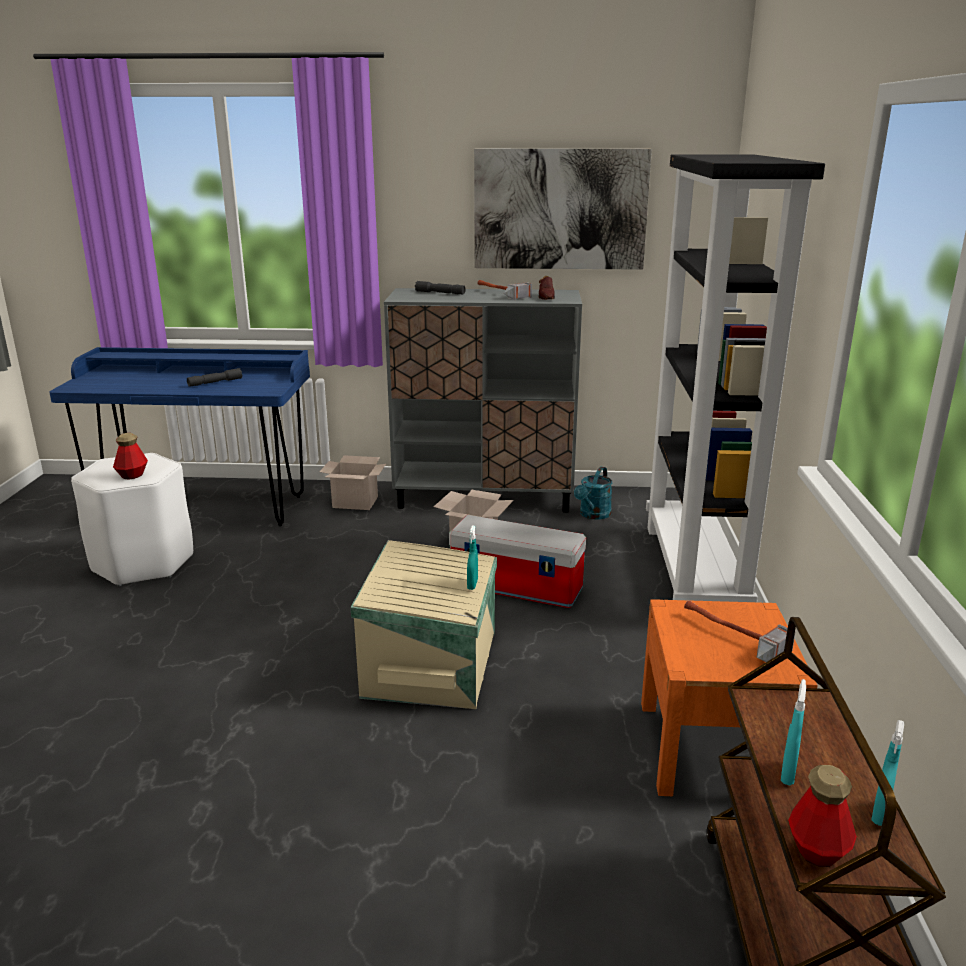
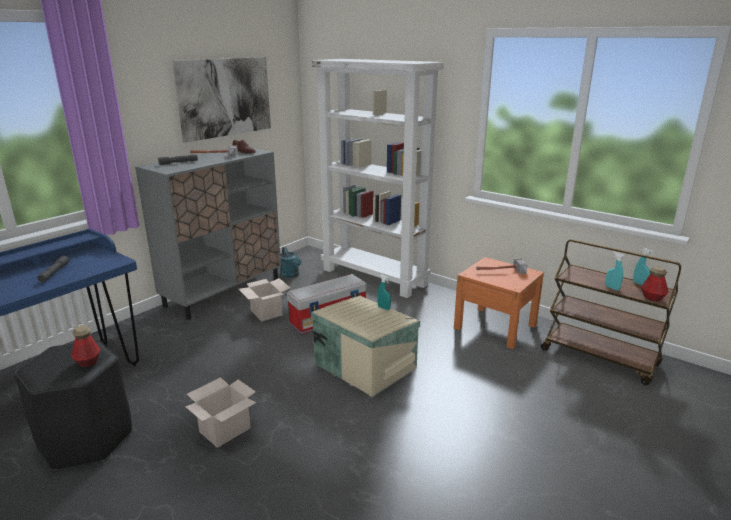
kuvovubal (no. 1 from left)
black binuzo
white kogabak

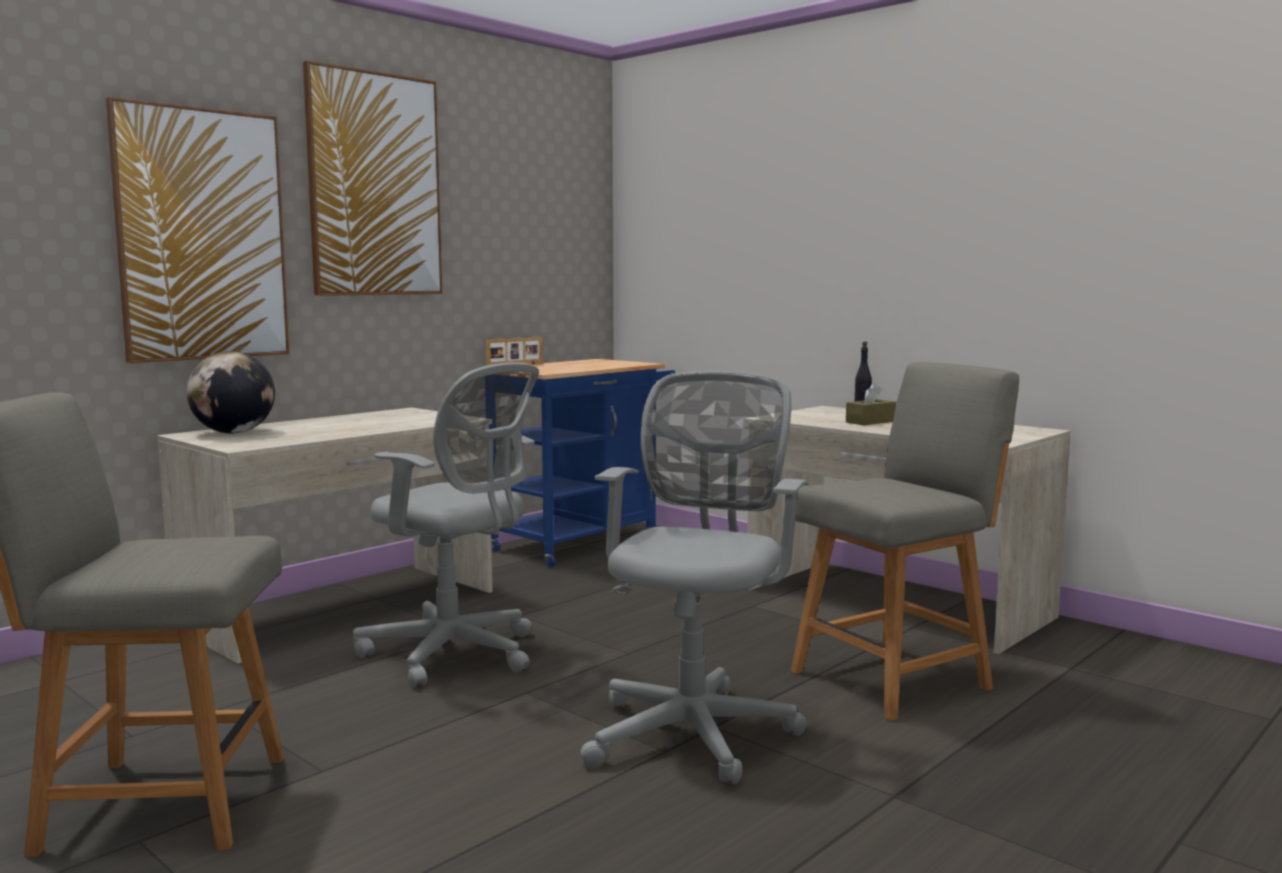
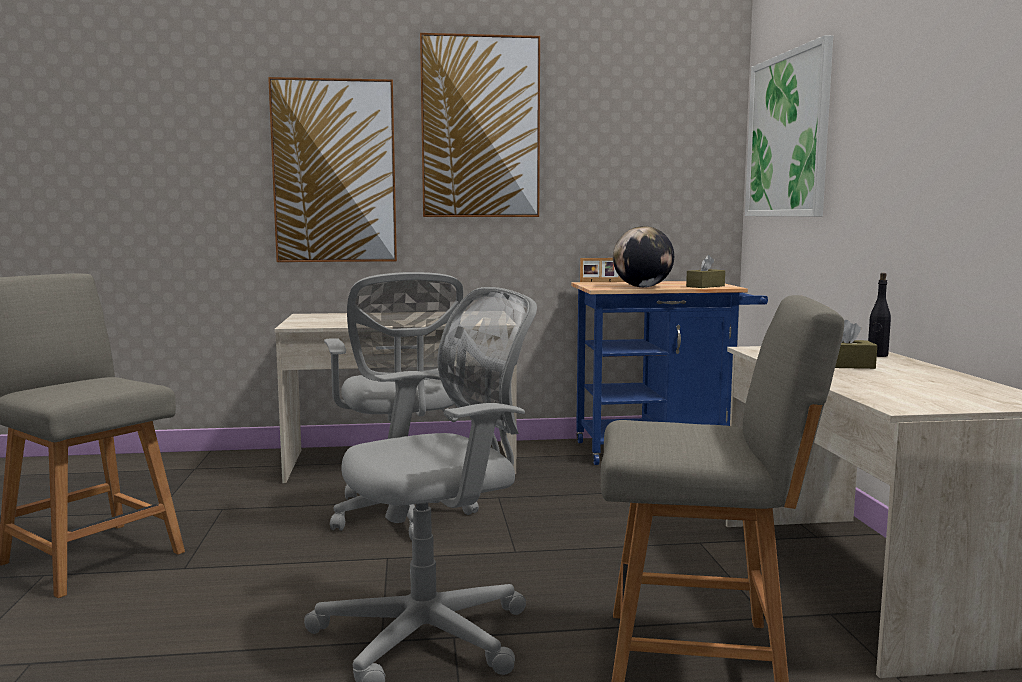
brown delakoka (no. 1 from left)
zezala (no. 3 from left)
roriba

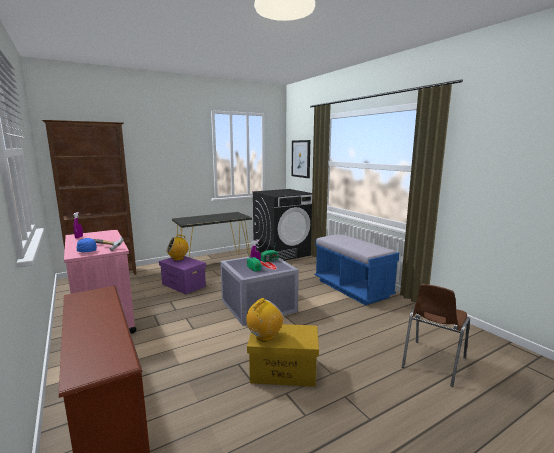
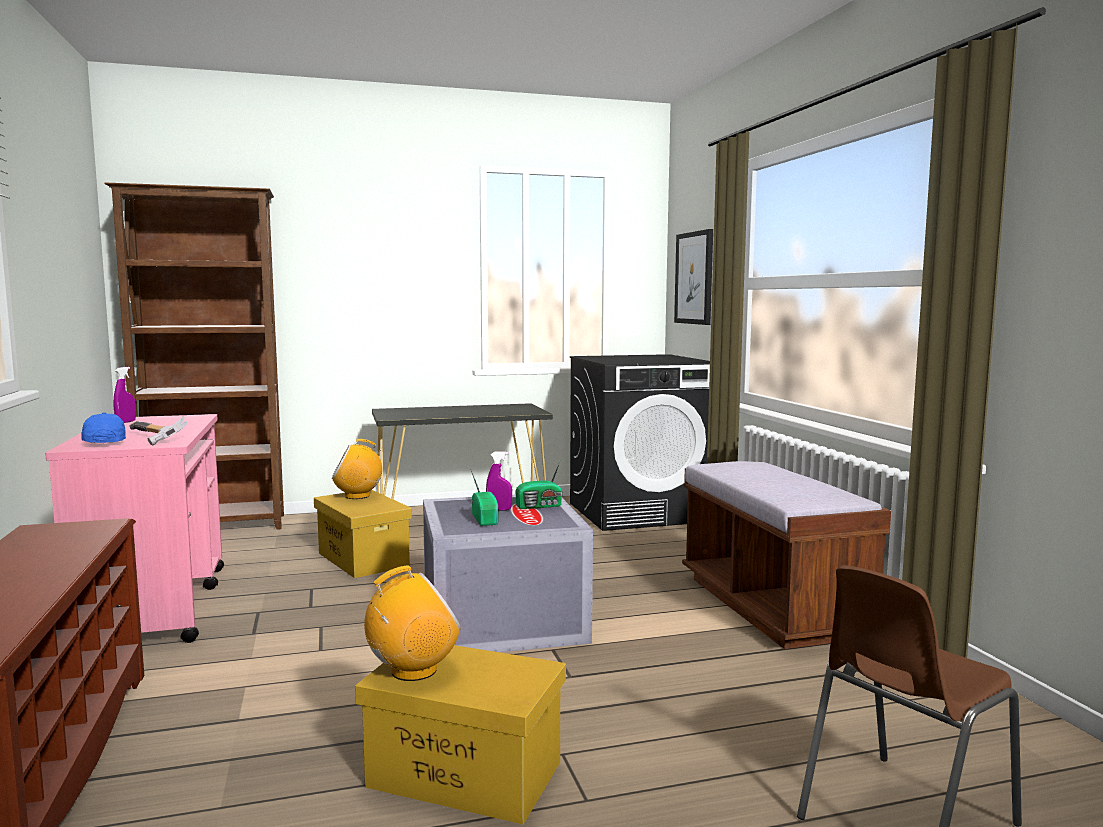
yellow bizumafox (no. 1 from left)
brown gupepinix

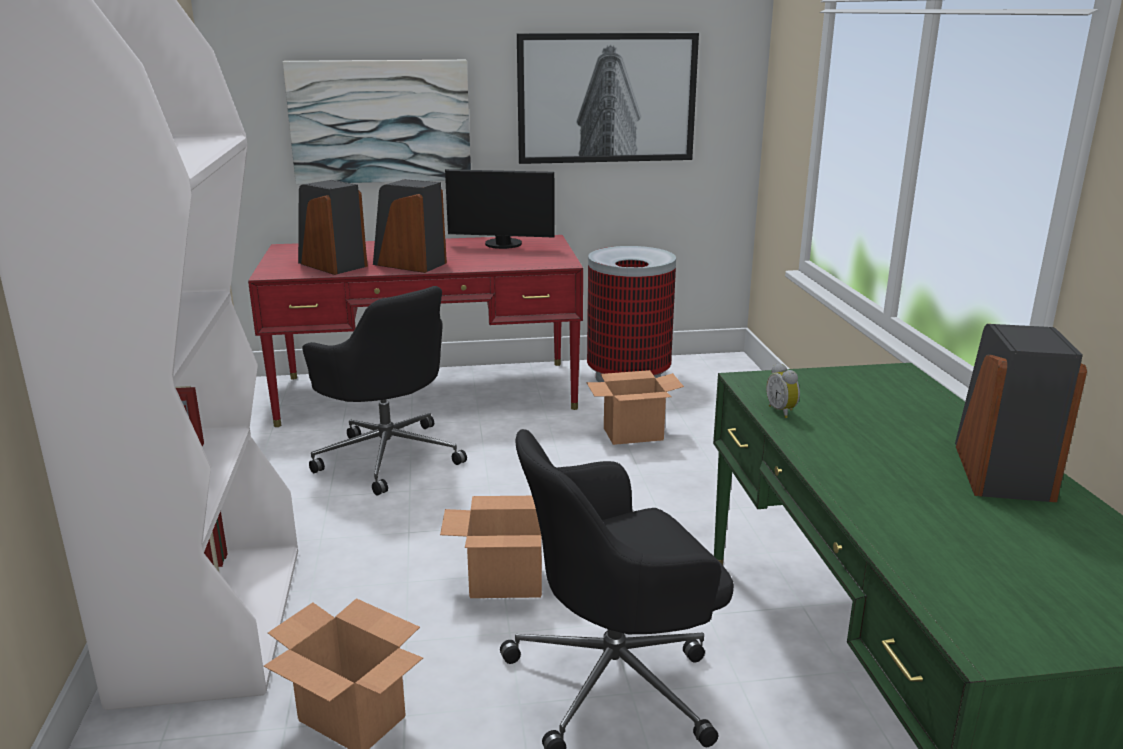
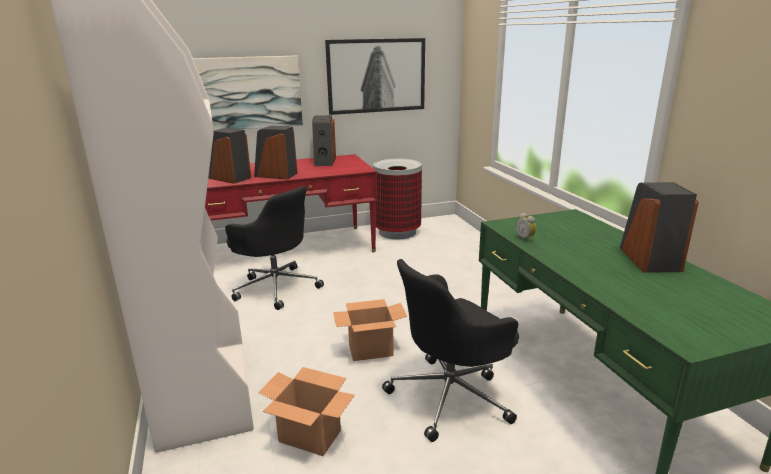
kuvovubal (no. 3 from left in the first image)
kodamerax (no. 3 from left)

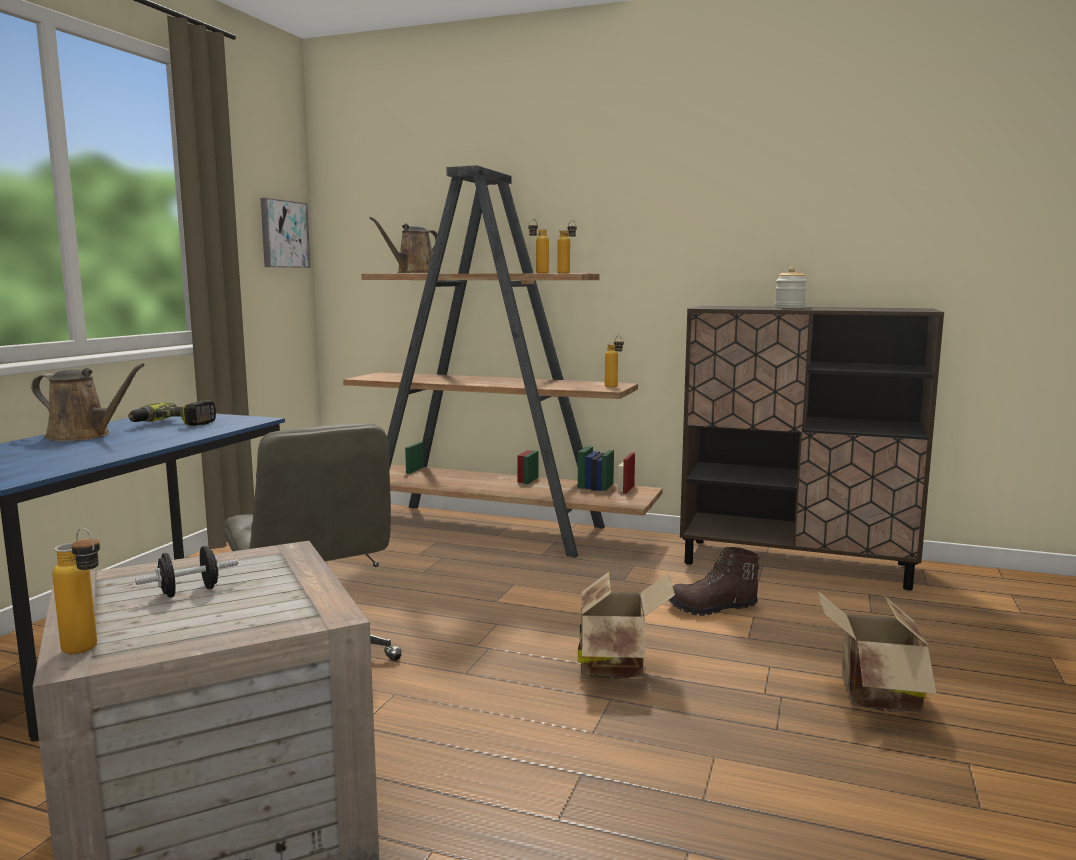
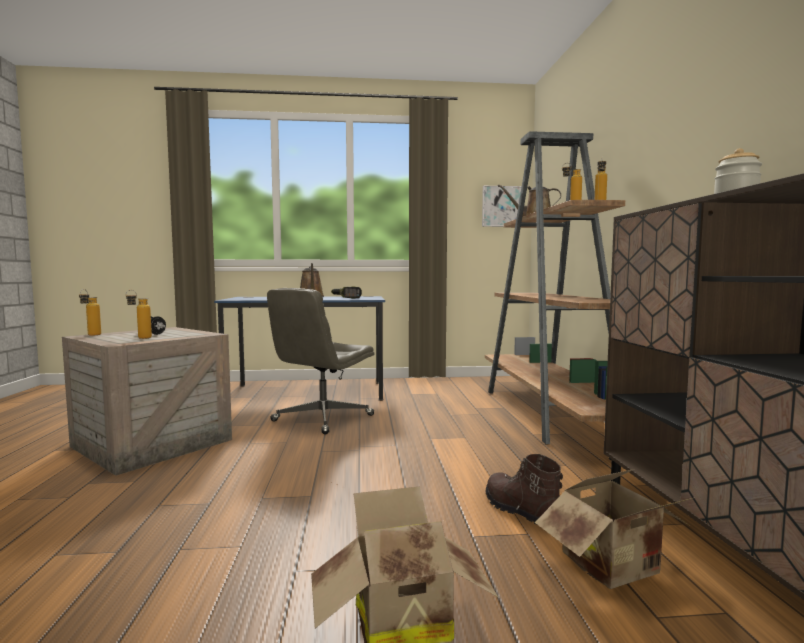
kuvovubal (no. 2 from left)
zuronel (no. 2 from left)

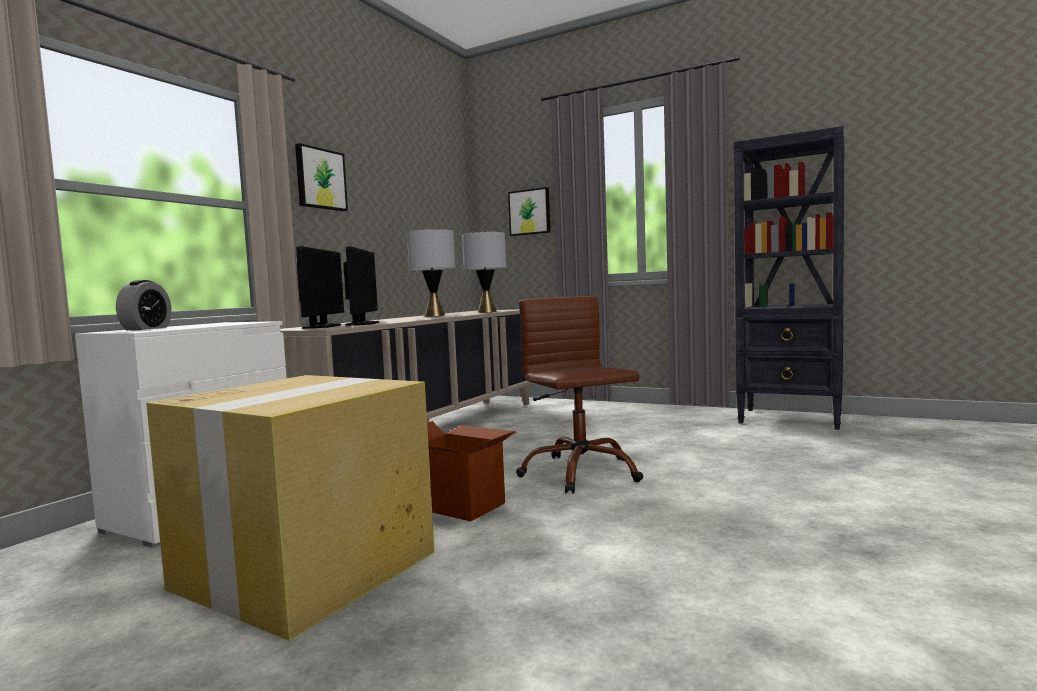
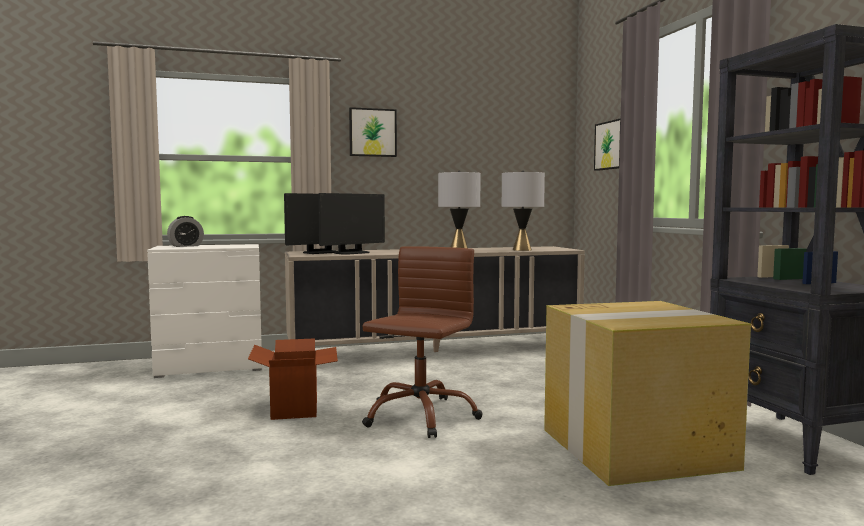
kuvovubal (no. 2 from left)

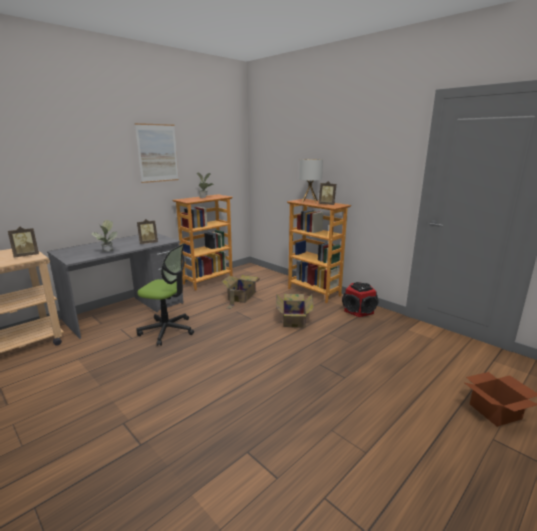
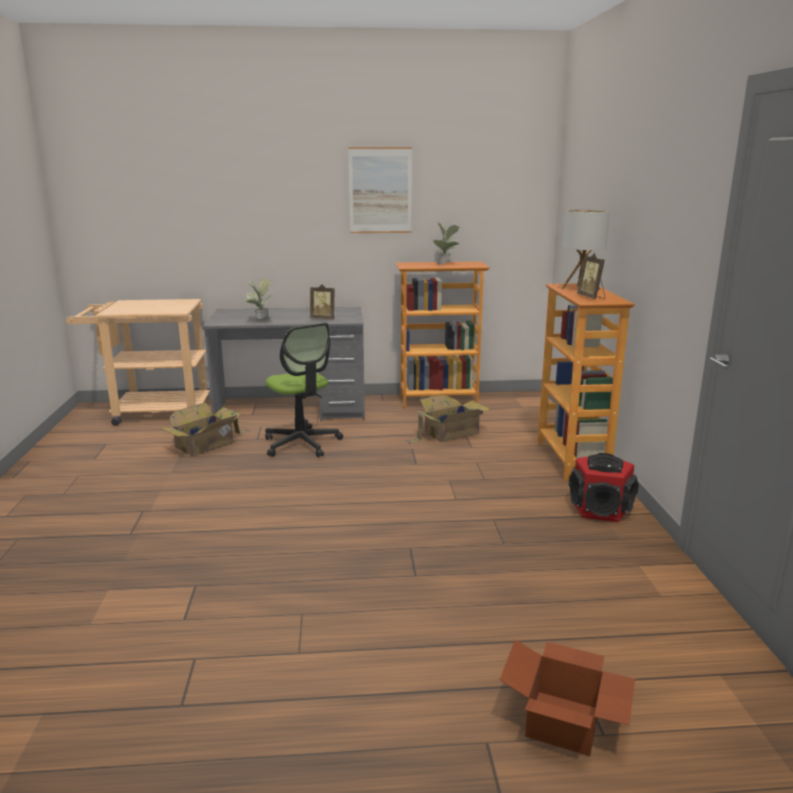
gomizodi (no. 1 from left in the first image)
kuvovubal (no. 1 from left)

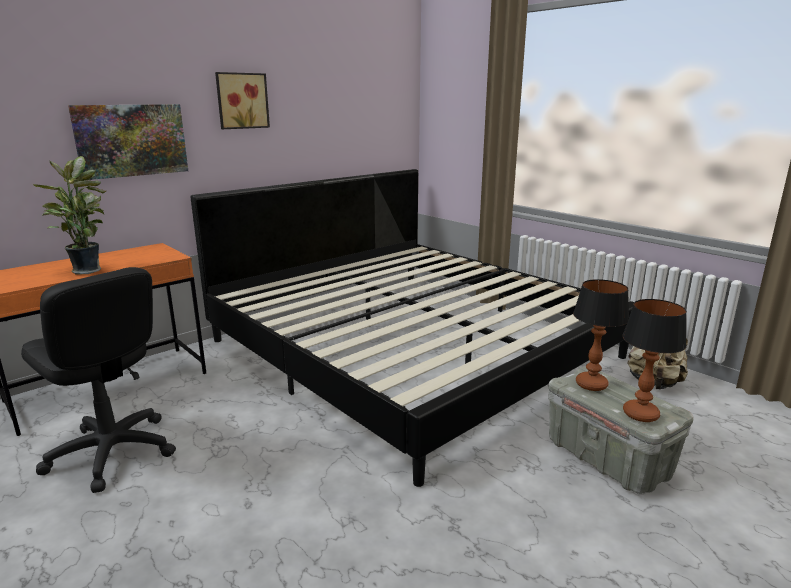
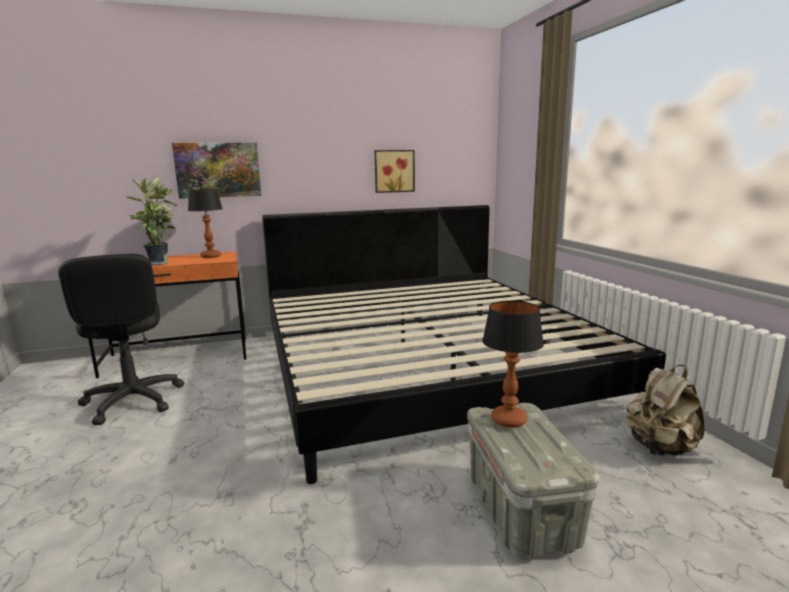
zezala (no. 2 from left)
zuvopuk (no. 1 from left)

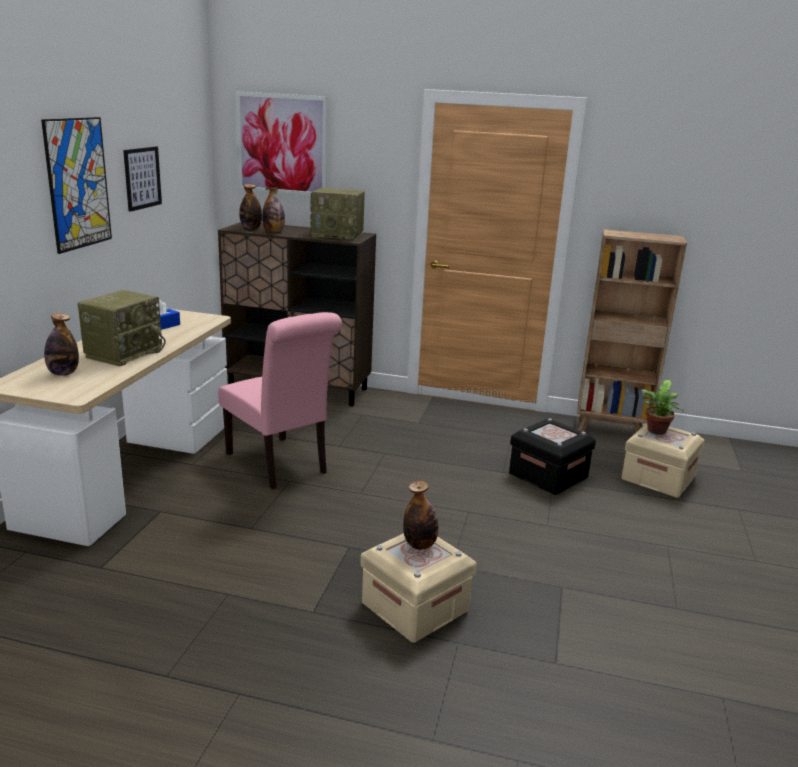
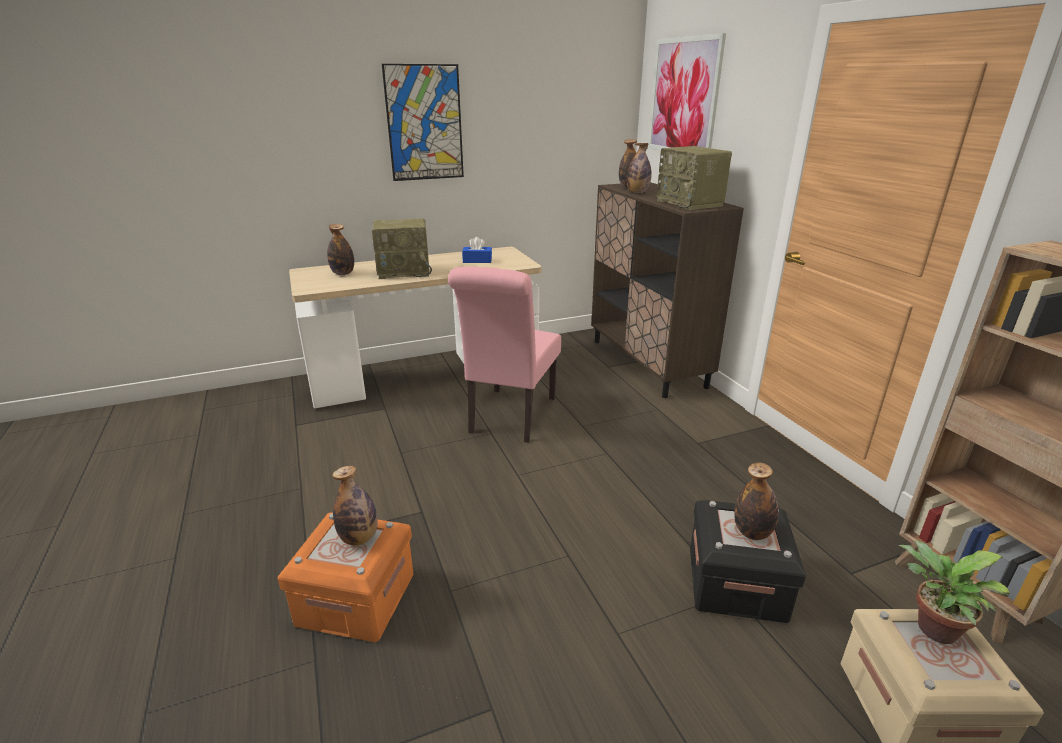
zezala (no. 2 from left in the first image)
zuronel (no. 5 from left)
orange bizumafox

